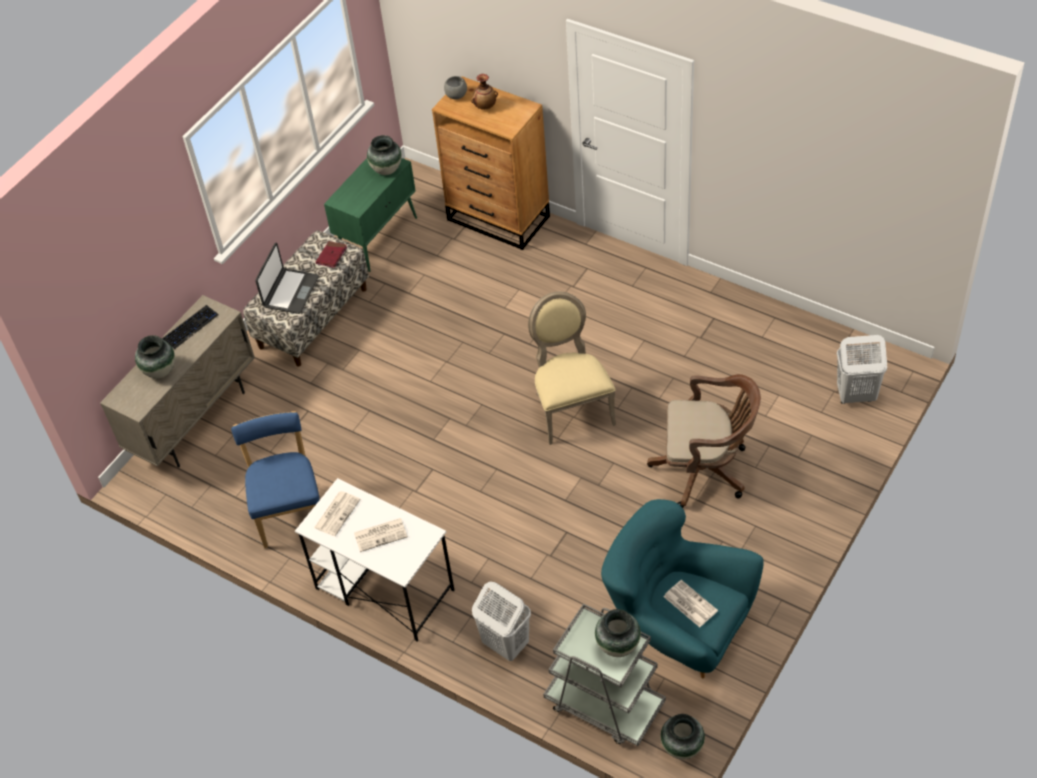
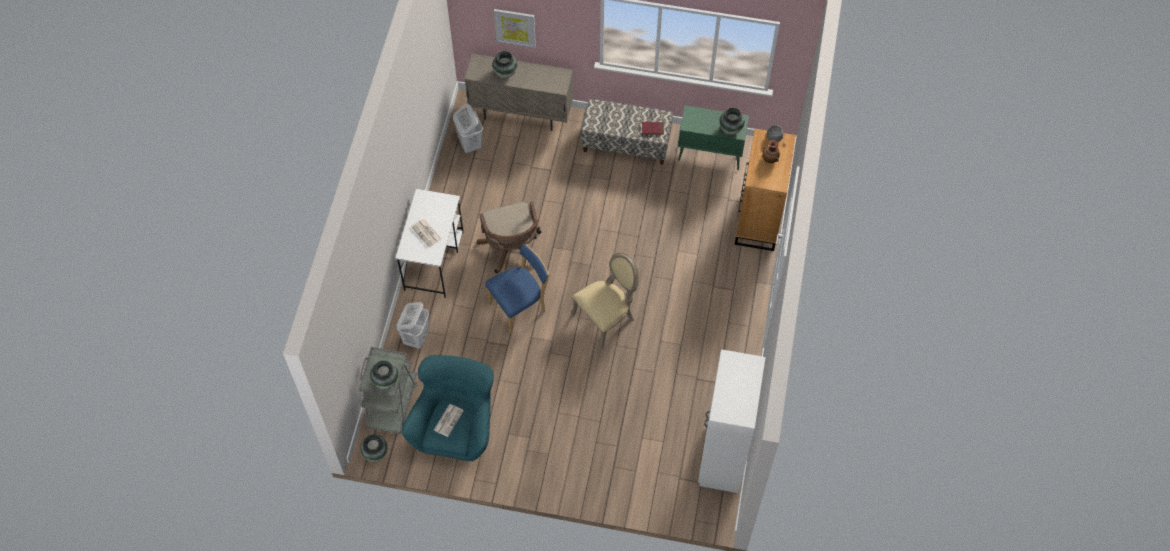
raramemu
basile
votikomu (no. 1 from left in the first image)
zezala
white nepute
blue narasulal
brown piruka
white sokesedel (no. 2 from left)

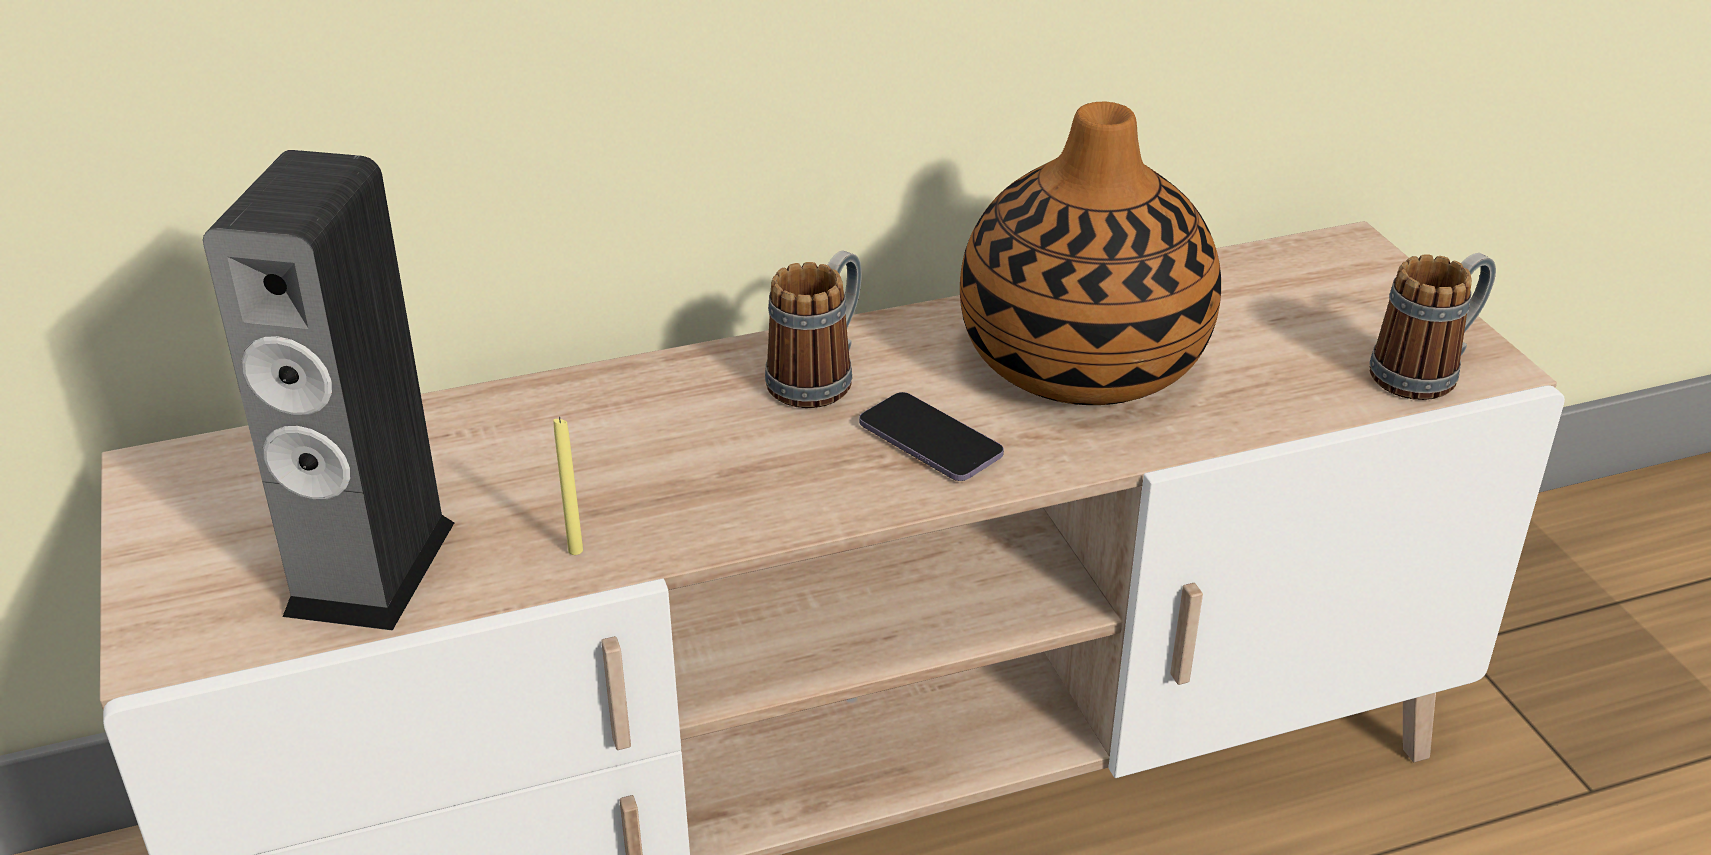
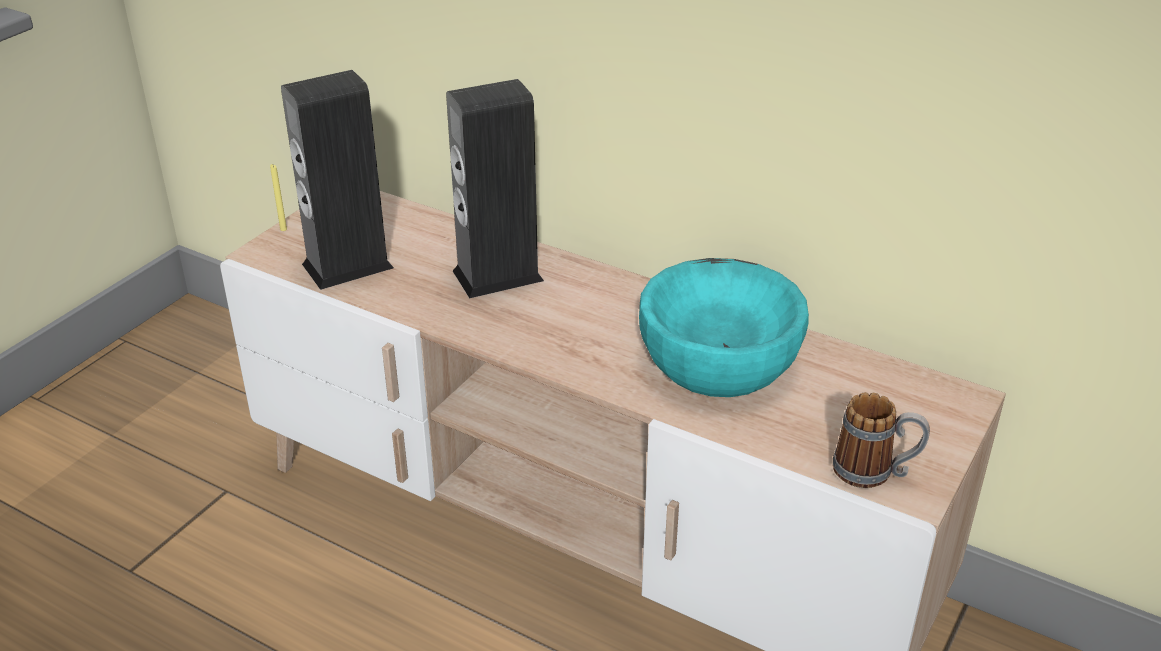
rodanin (no. 1 from left in the first image)
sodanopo
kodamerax (no. 2 from left)
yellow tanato
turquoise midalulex

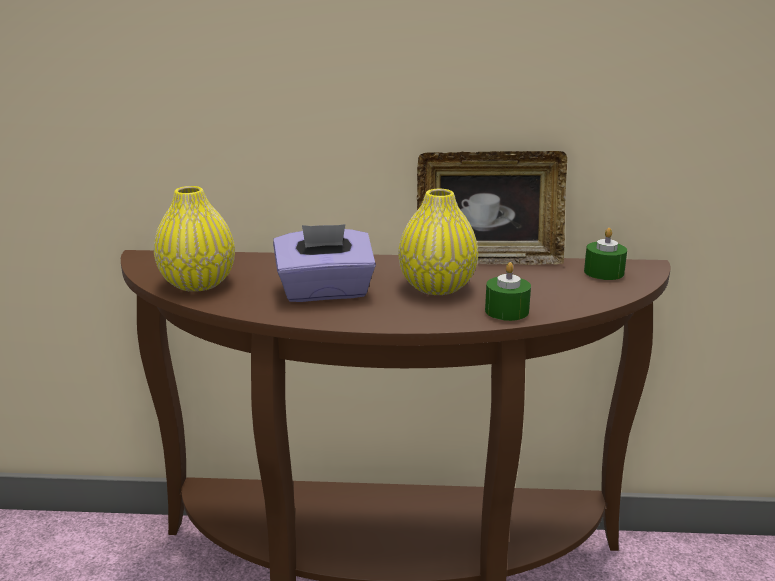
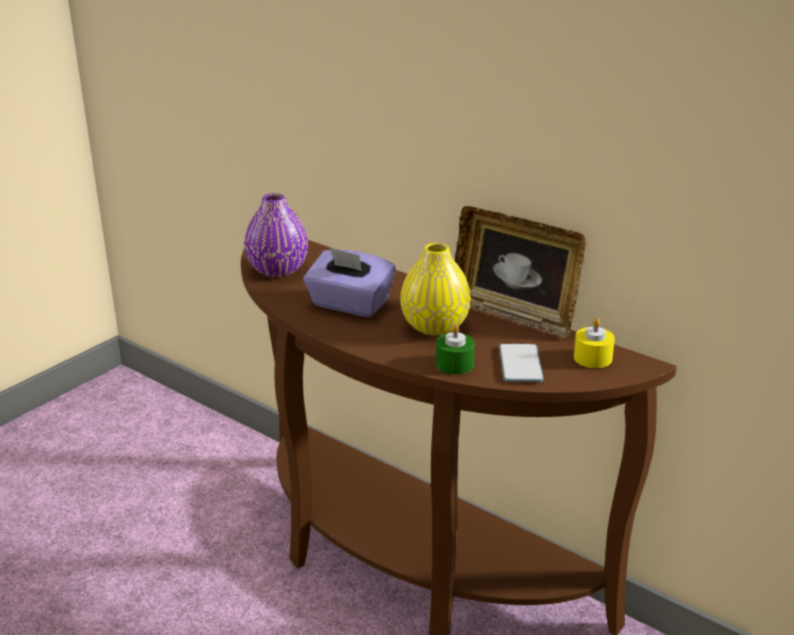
sodanopo
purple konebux
yellow tanato

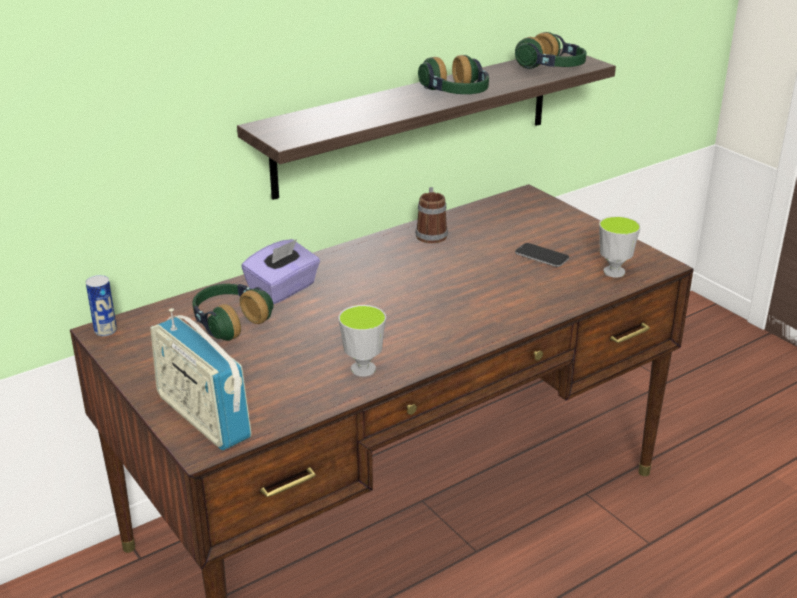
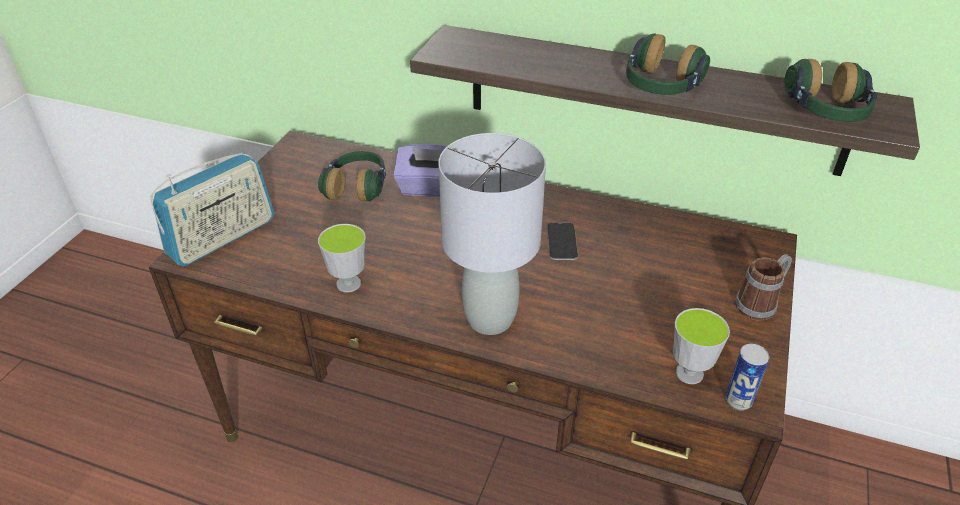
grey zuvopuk
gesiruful
rodanin
sodanopo
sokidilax

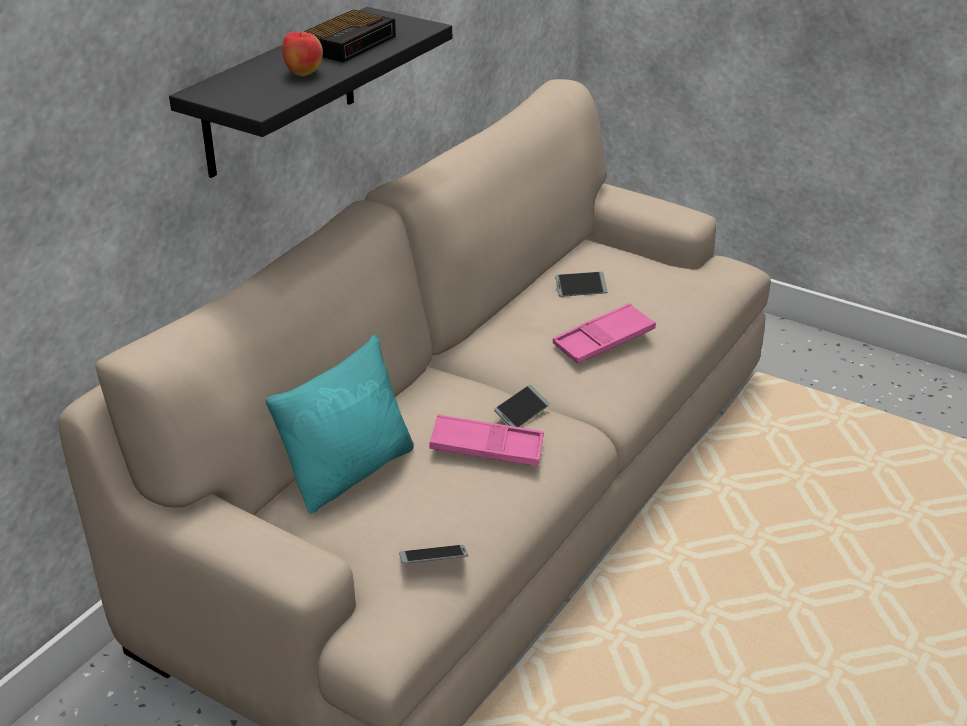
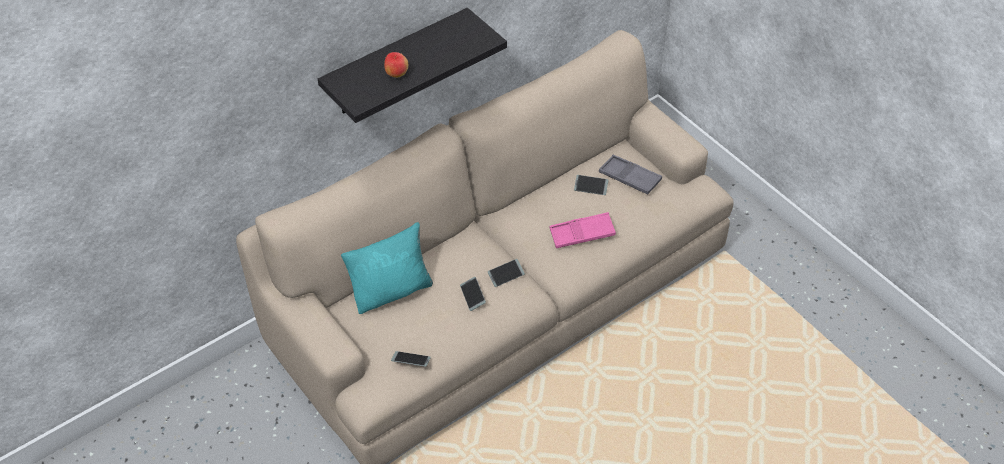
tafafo
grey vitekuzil
sodanopo (no. 2 from left)

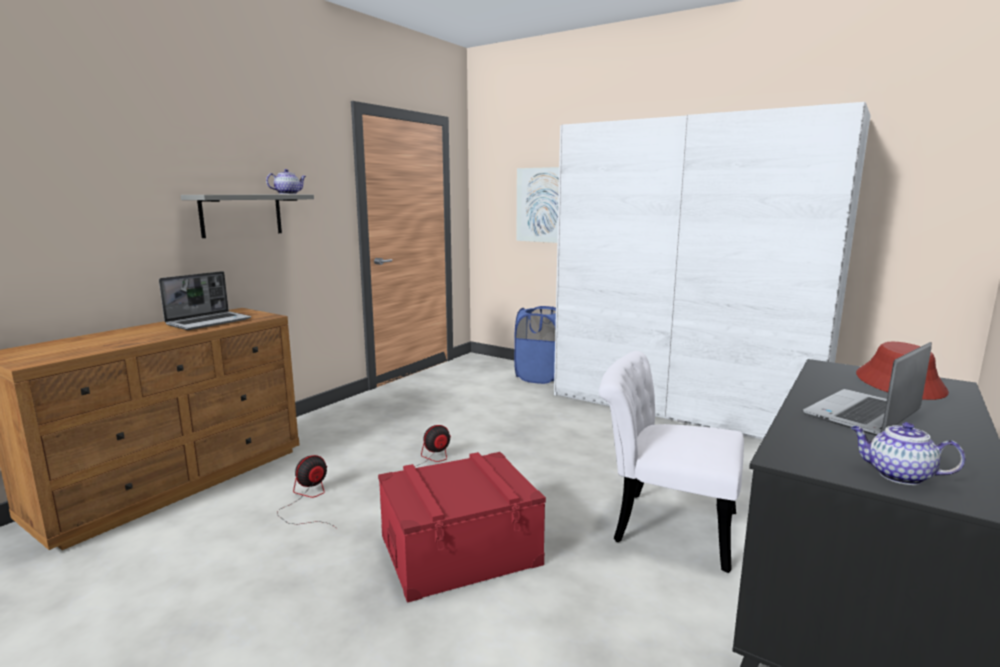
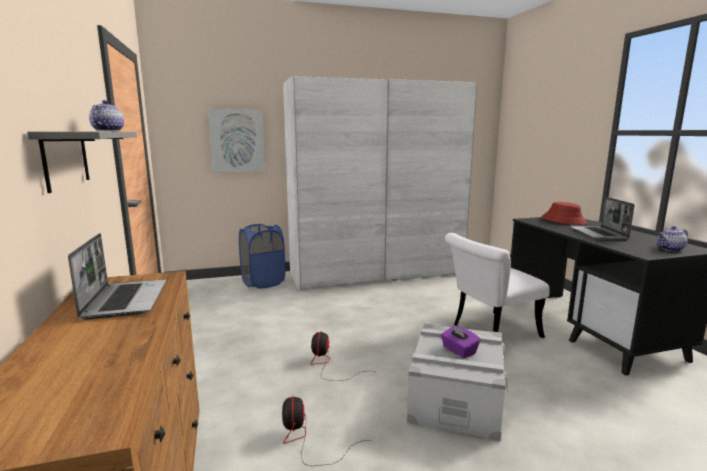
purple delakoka
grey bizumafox

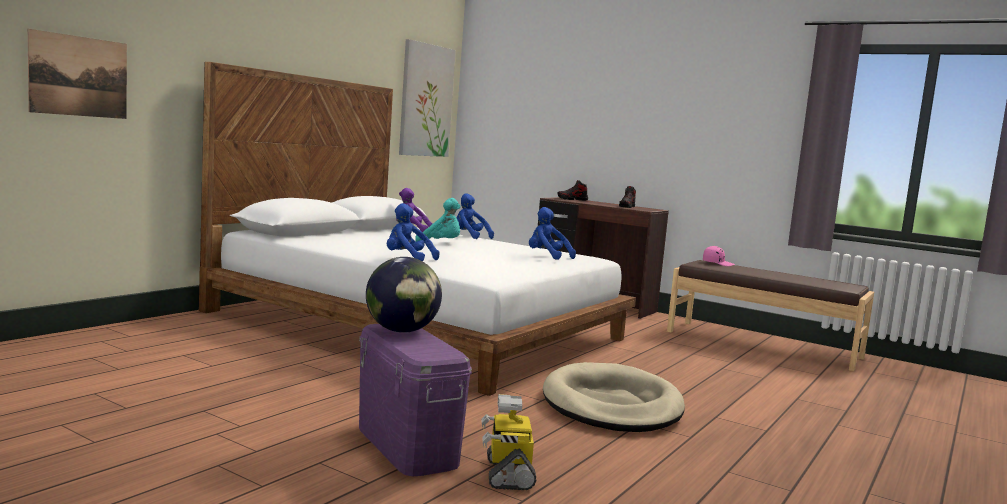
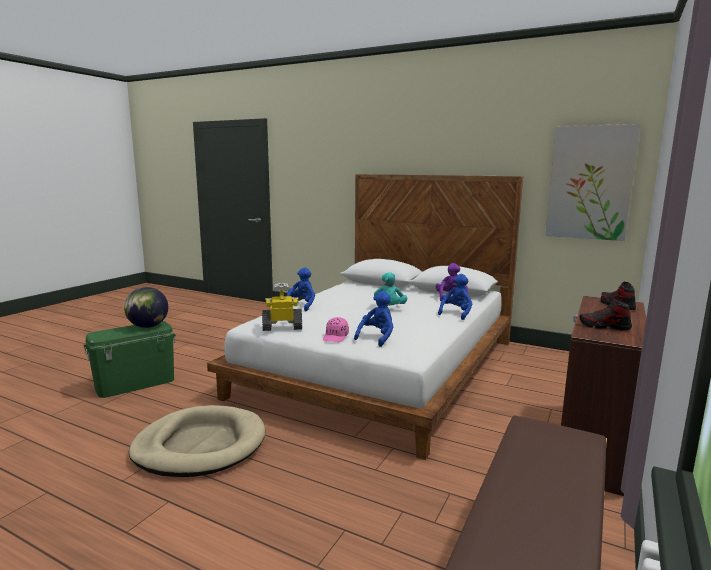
zezala (no. 1 from left in the first image)
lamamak
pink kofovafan
green bizumafox

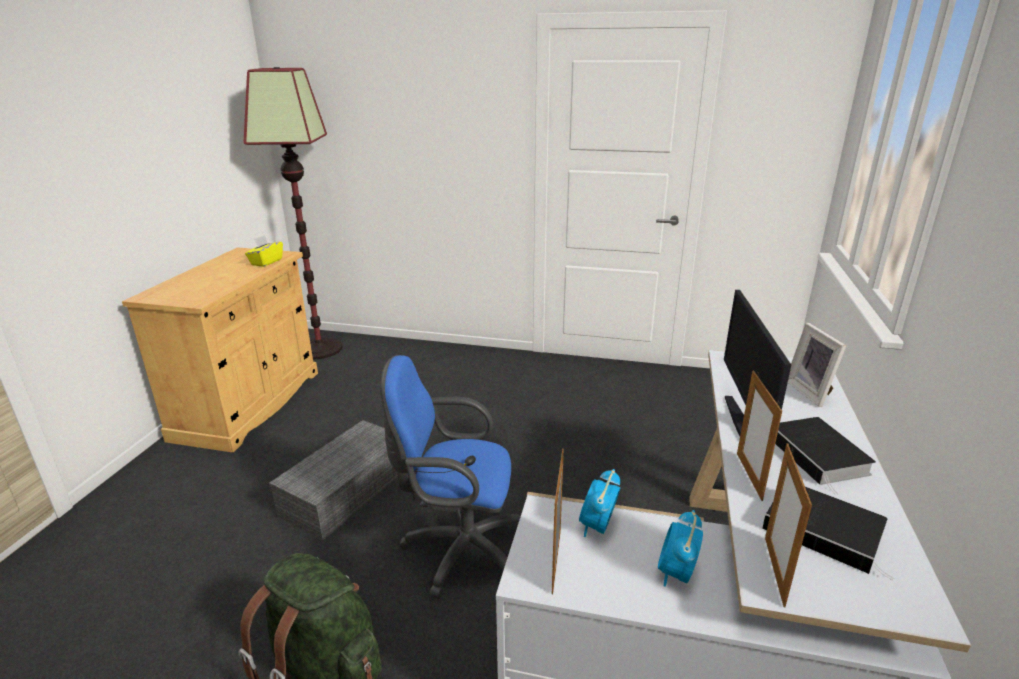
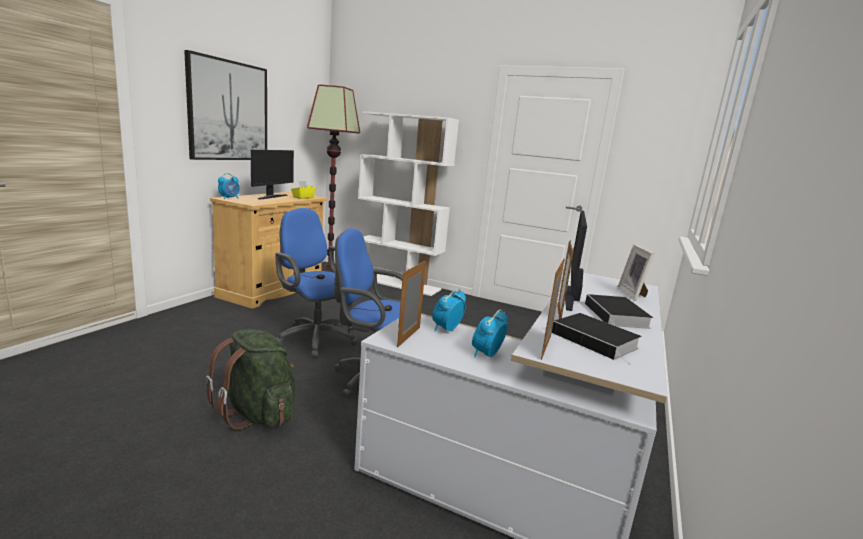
zezala
tafafo (no. 1 from left)
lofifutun (no. 1 from left)
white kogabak
blue piruka (no. 1 from left)

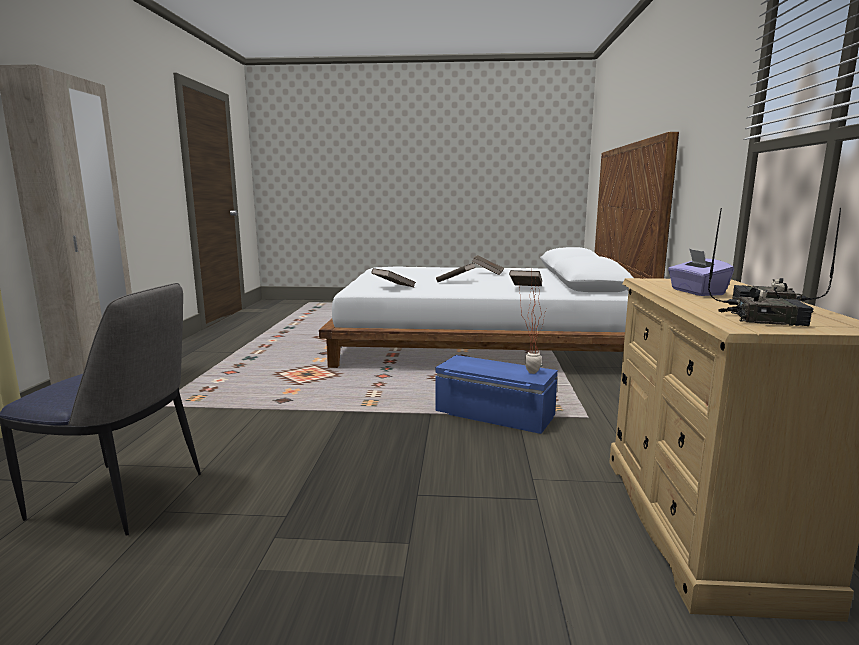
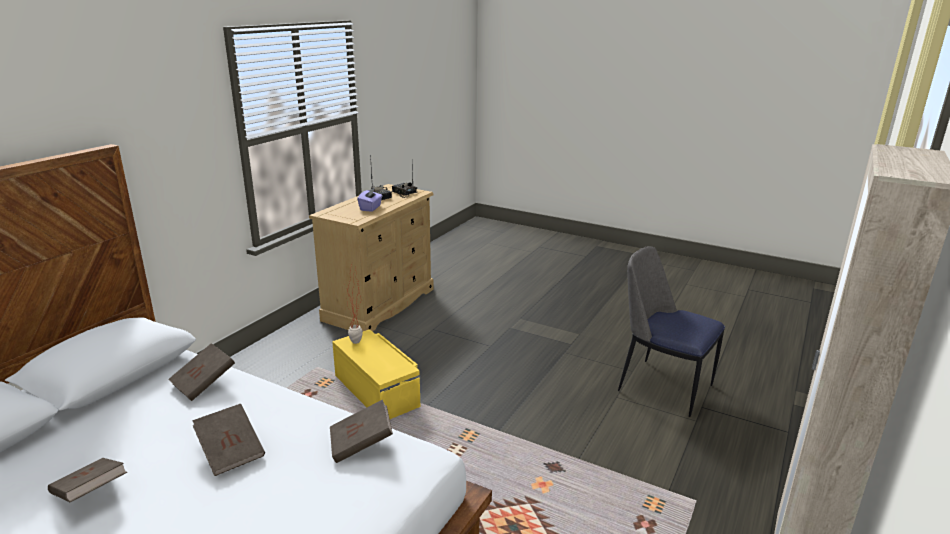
yellow bizumafox

